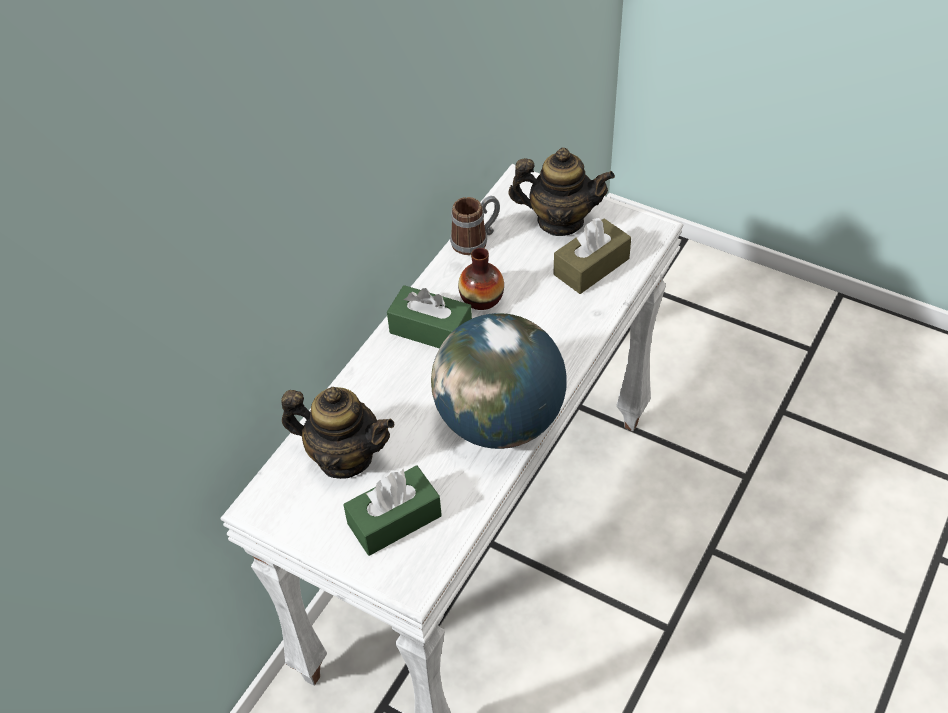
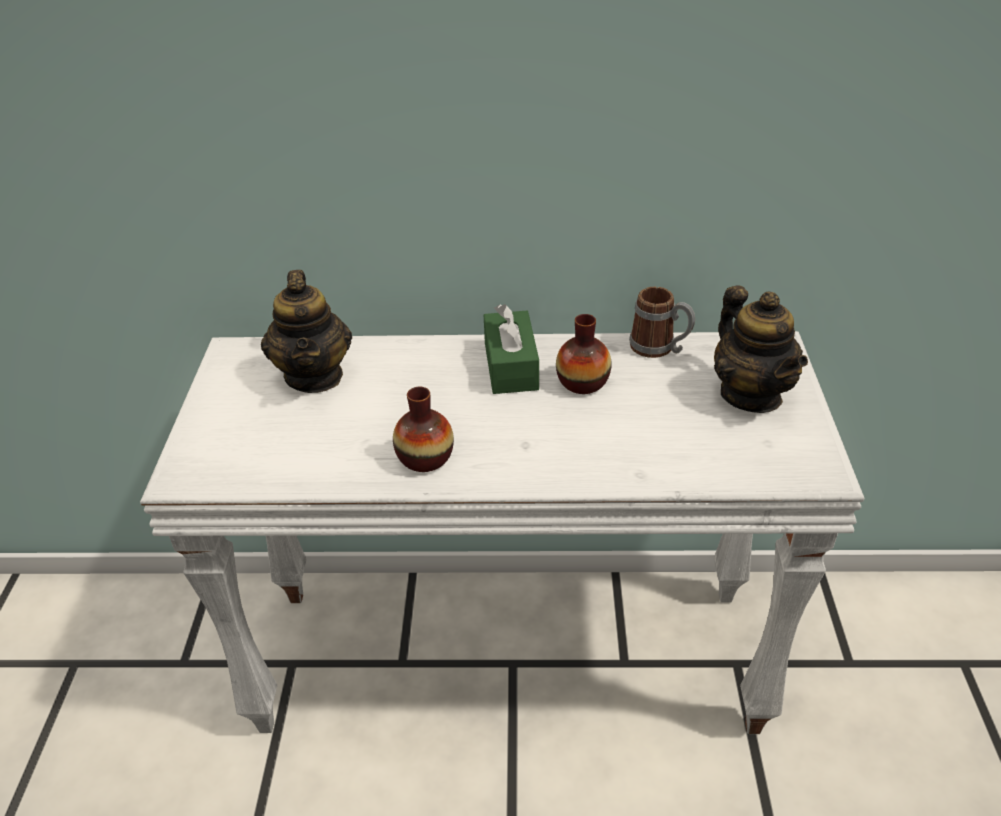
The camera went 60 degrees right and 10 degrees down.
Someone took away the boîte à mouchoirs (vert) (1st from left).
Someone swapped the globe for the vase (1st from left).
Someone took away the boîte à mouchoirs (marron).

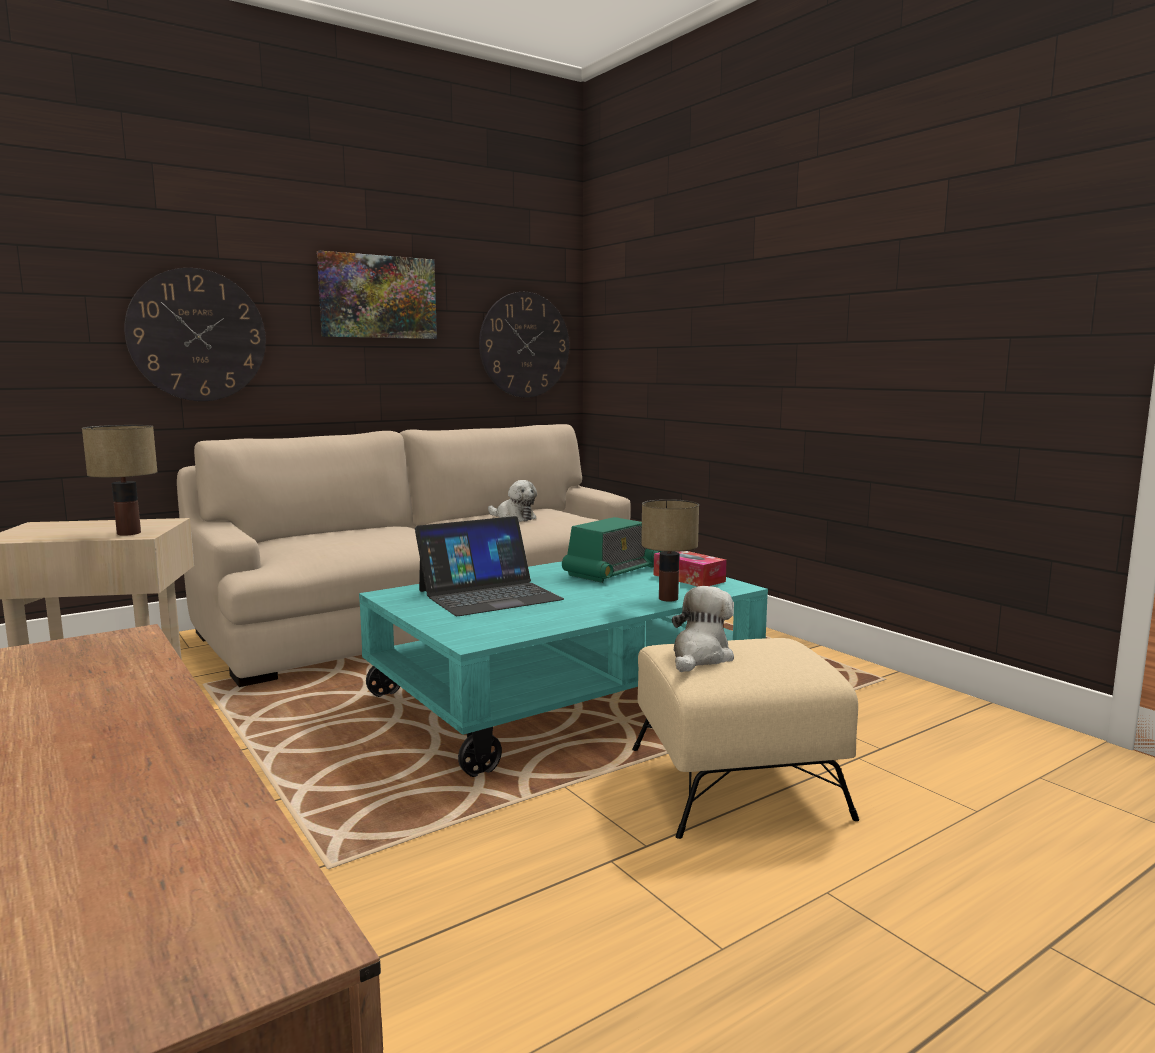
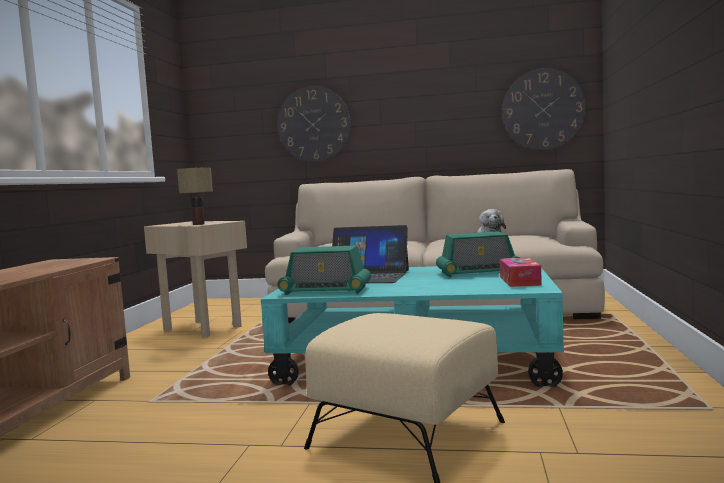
The camera went 45 degrees right and 5 degrees down.
Someone took away the tableau.
Someone took away the lampe de table (2nd from left).
Someone took away the peluche (2nd from left).
Someone put down the radio (1st from left).

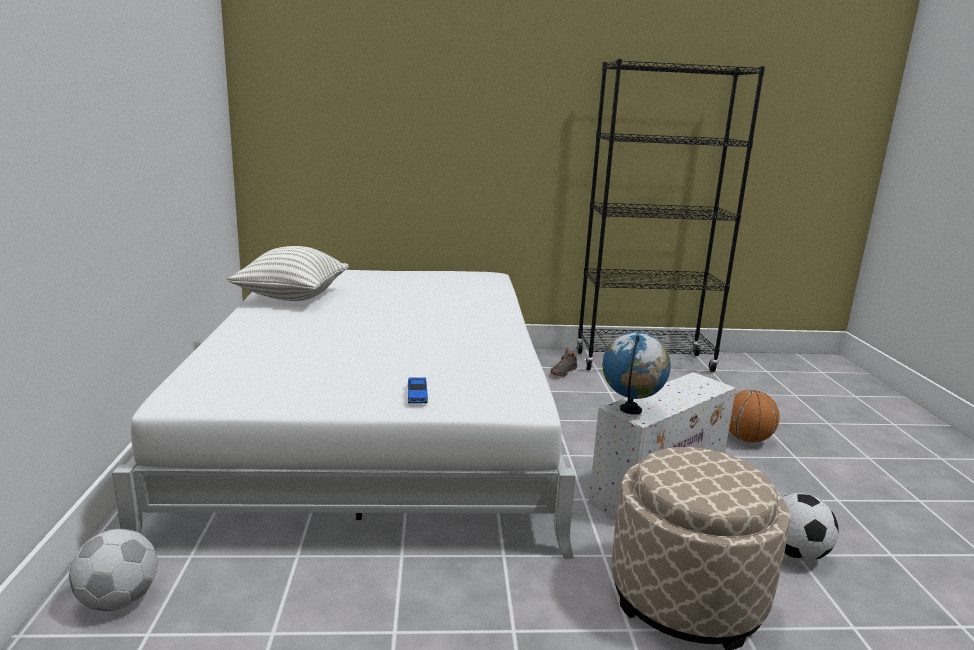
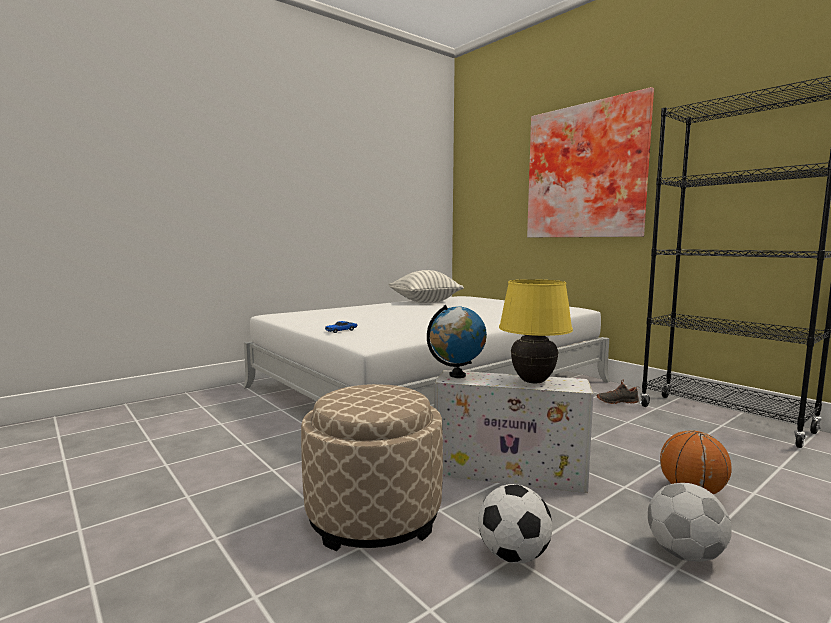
The camera went 55 degrees right and 10 degrees down.
Someone carried the ballon de foot (1st from left in the first image).
Someone put down the lampe de table (jaune).
Someone put up the tableau.

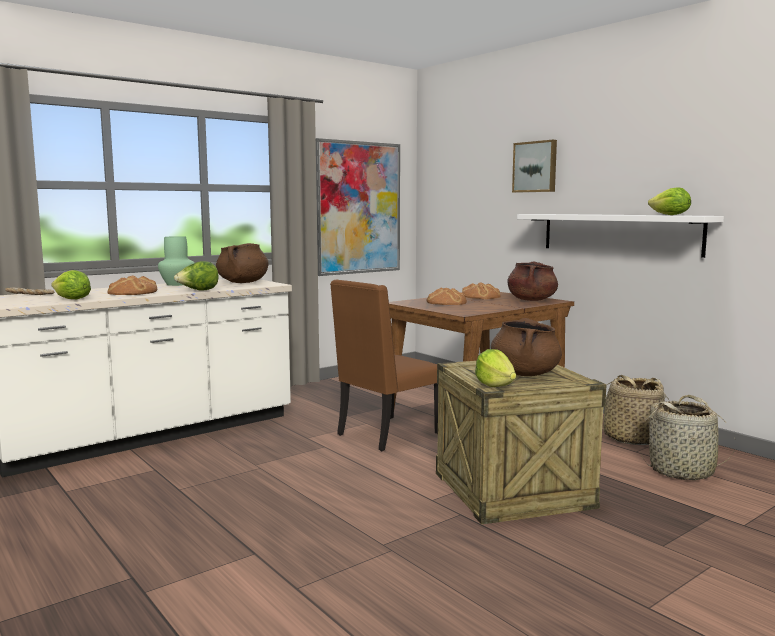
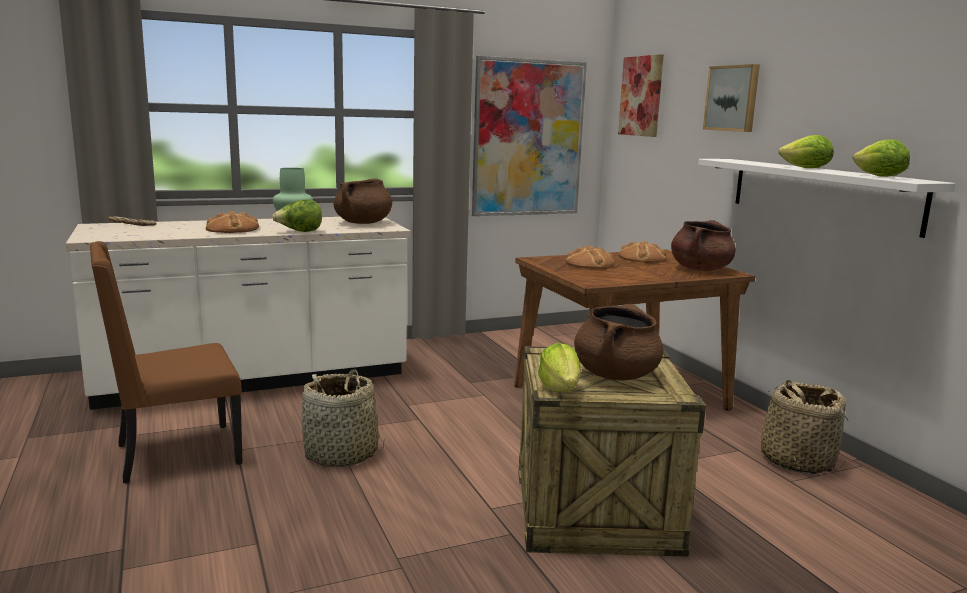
The camera went 15 degrees right and 5 degrees up.
Someone carried the laitue (1st from left in the first image).
Someone carried the chaise (marron).
Someone carried the panier (2nd from left in the first image).
Someone put up the tableau (2nd from left).

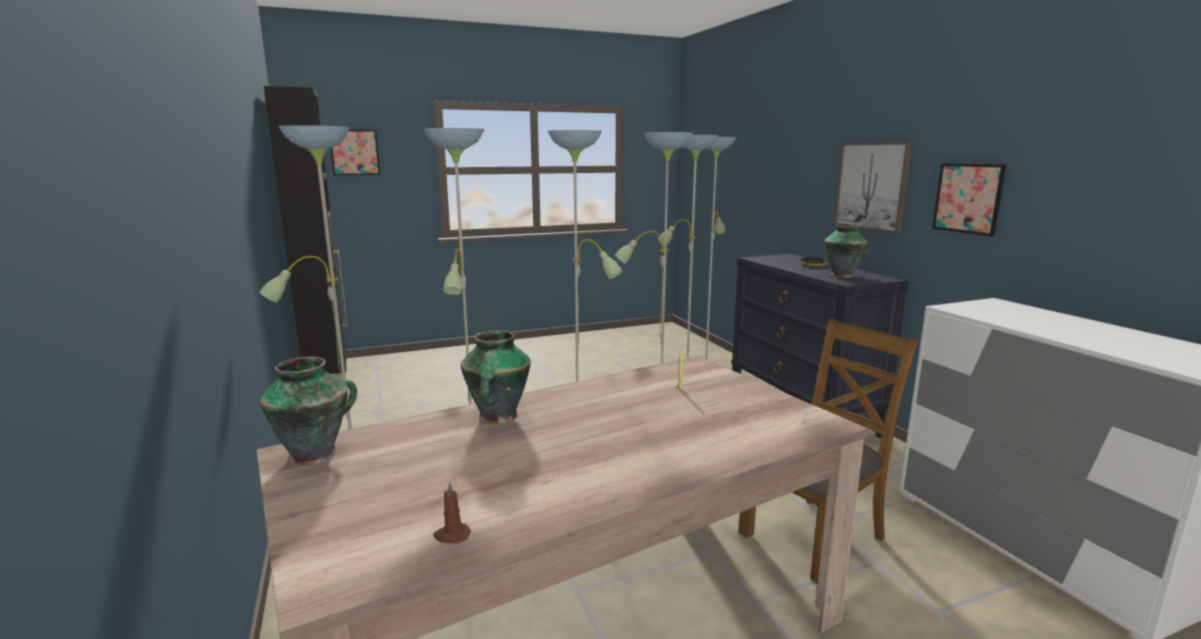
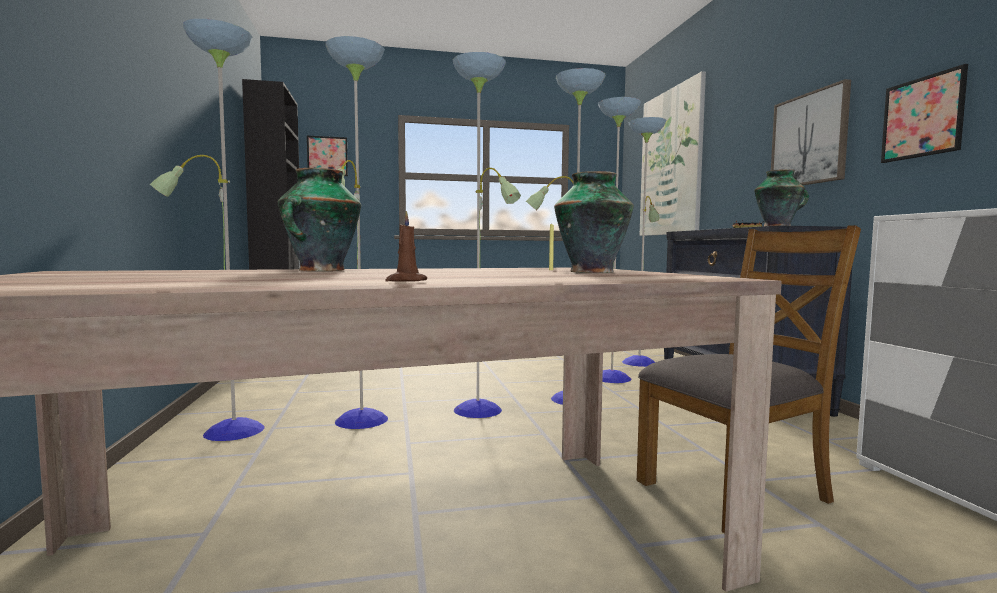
The camera went 10 degrees right and 10 degrees down.
Someone carried the vase (1st from left in the first image).
Someone carried the bougie (marron).
Someone put up the tableau (2nd from left).

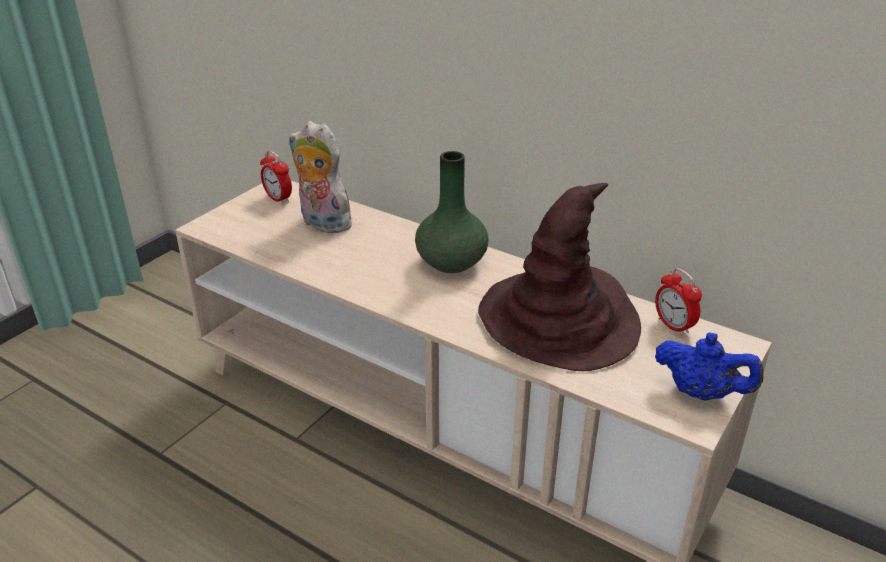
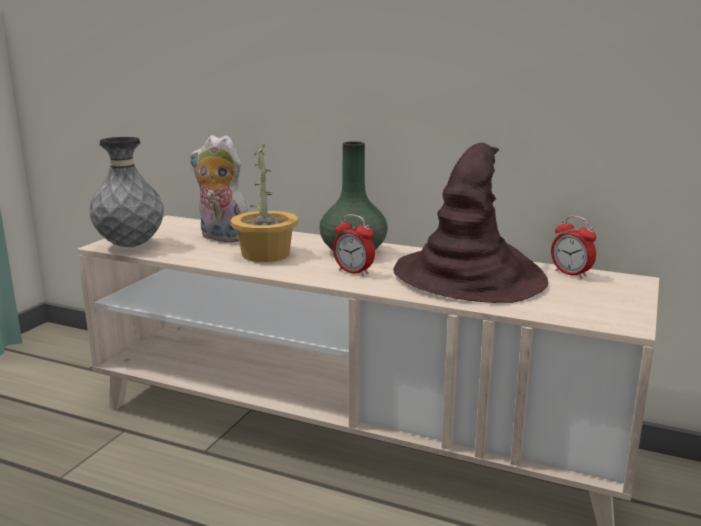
The camera went 10 degrees left and 15 degrees down.
Someone carried the réveil (1st from left).
Someone took away the théière (bleu).
Someone put down the vase (gris).
Someone put down the plante en pot.

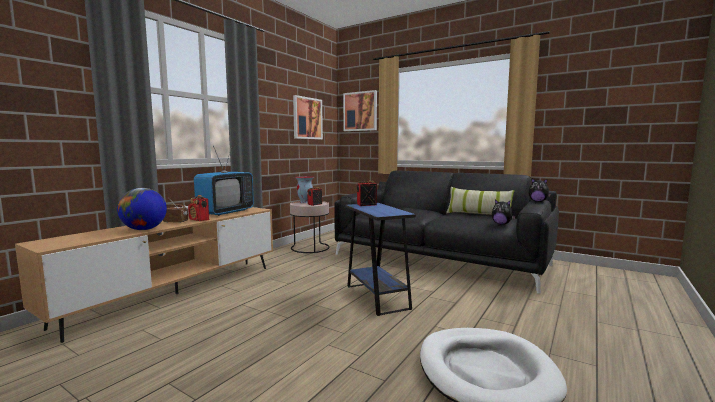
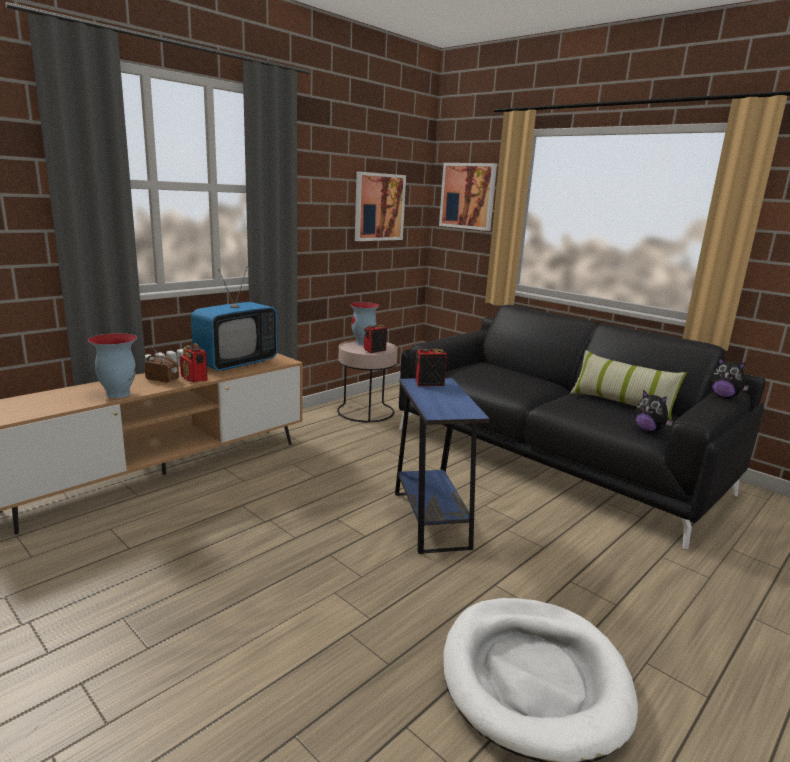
The camera went 10 degrees right and 10 degrees up.
Someone swapped the globe for the vase (1st from left).

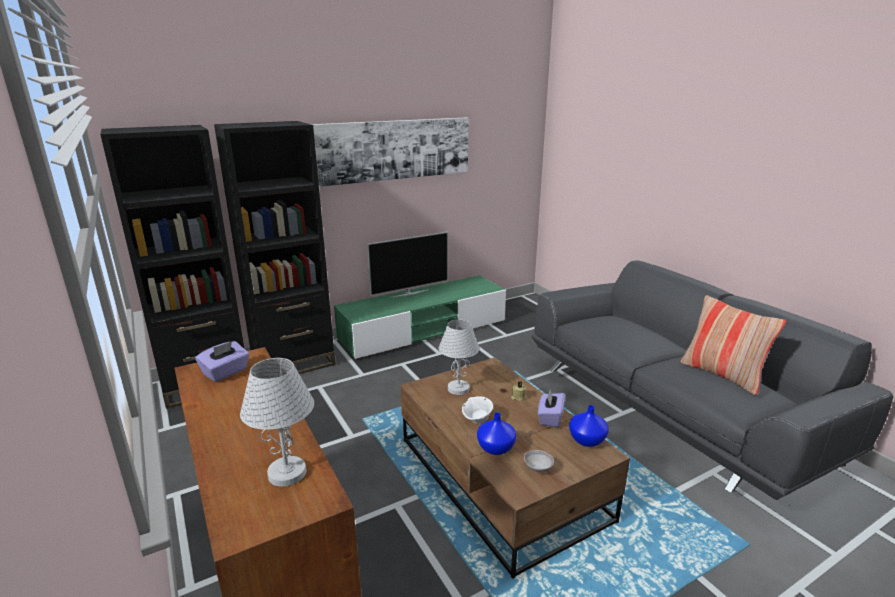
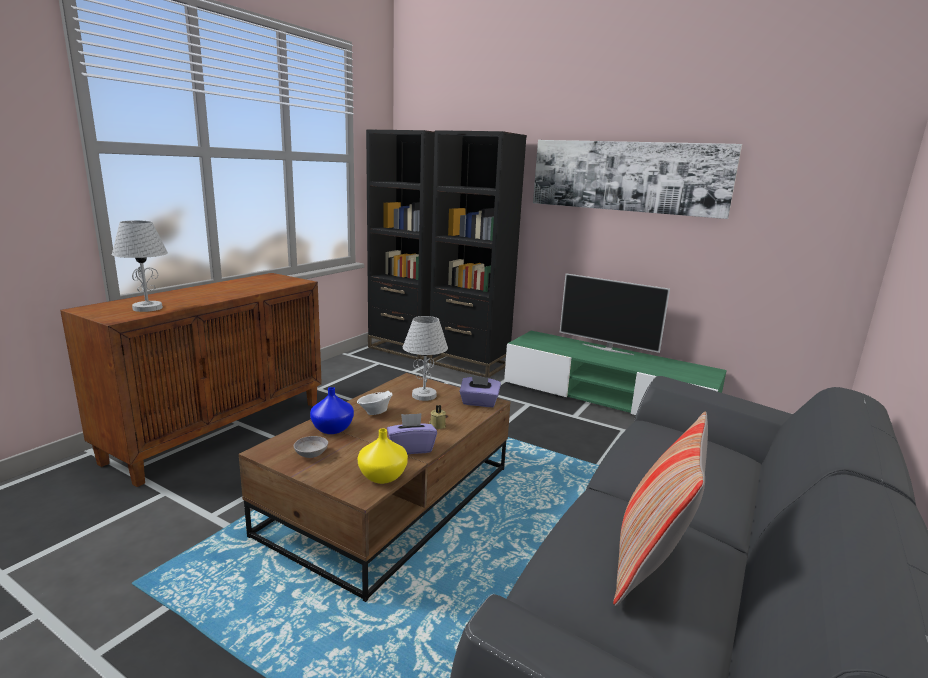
The camera went 60 degrees right and 5 degrees down.
Someone carried the boîte à mouchoirs (violet) (1st from left in the first image).
Someone repainted the vase (bleu) (2nd from left), which became the vase (jaune).

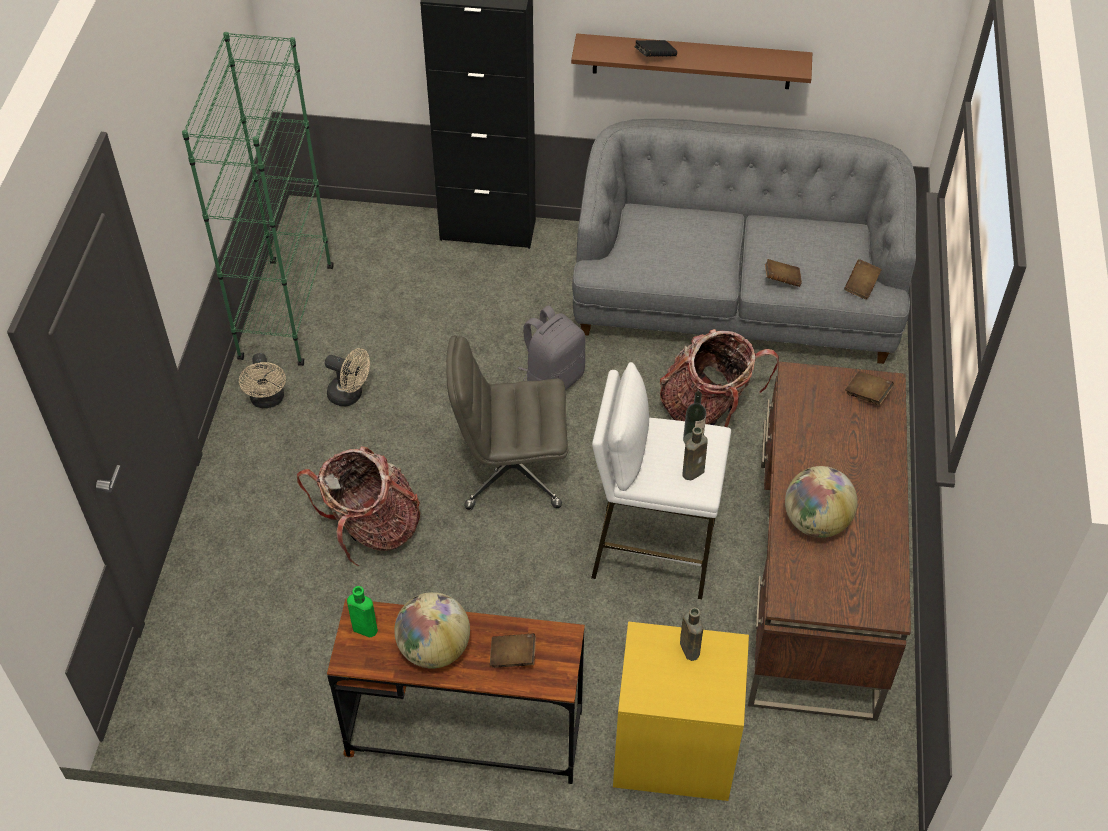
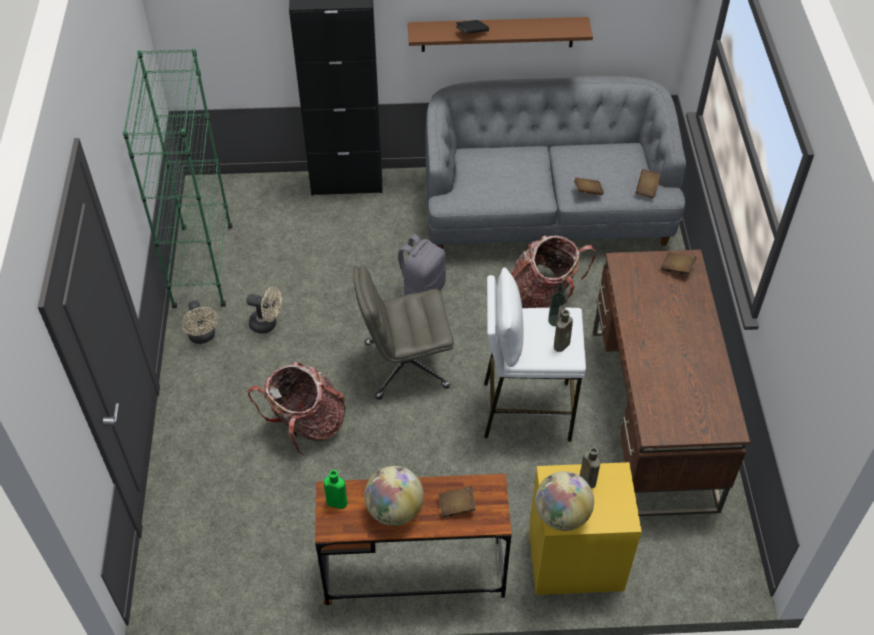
The camera went 10 degrees left and 0 degrees up.
Someone carried the globe (2nd from left).

